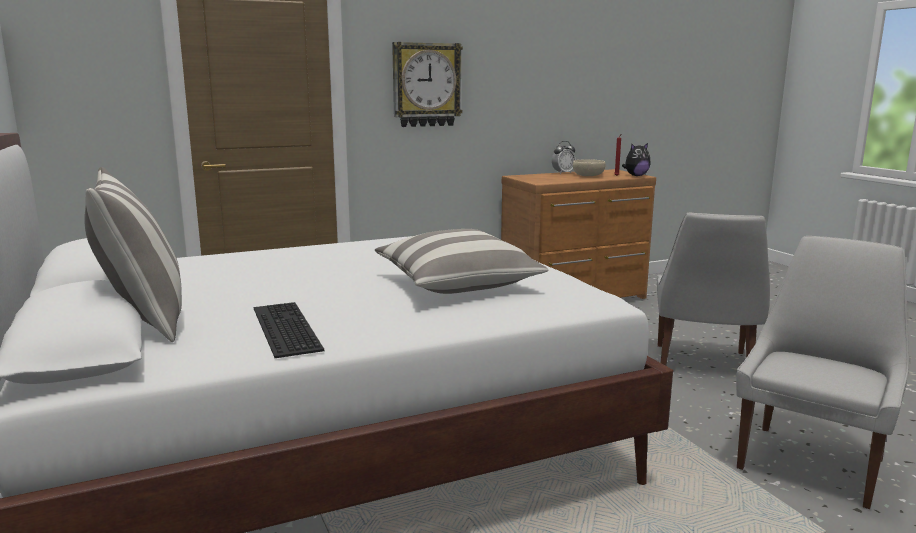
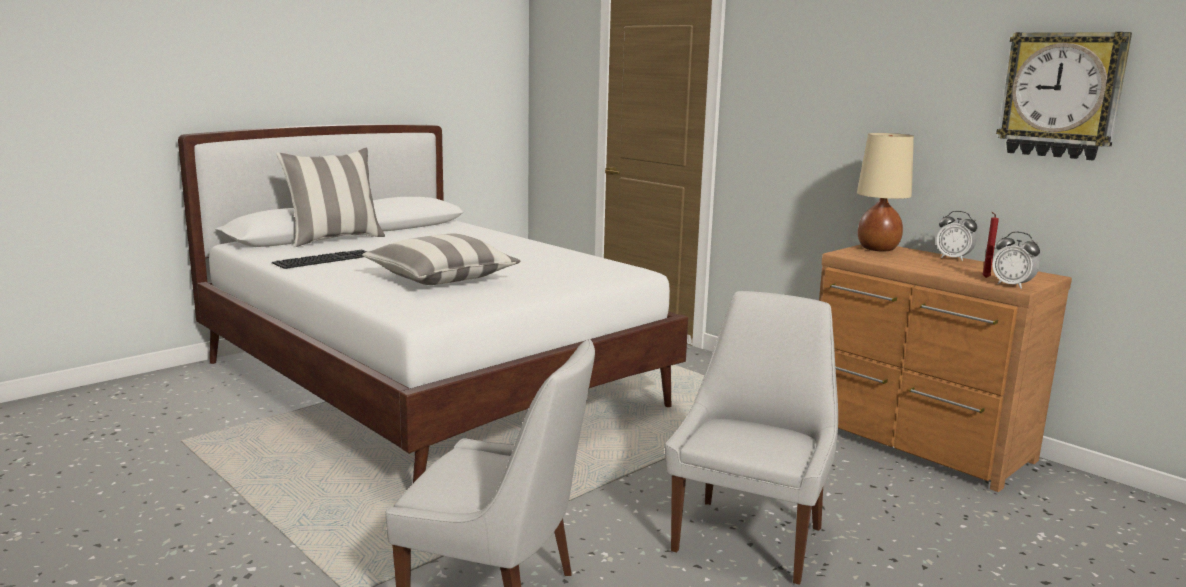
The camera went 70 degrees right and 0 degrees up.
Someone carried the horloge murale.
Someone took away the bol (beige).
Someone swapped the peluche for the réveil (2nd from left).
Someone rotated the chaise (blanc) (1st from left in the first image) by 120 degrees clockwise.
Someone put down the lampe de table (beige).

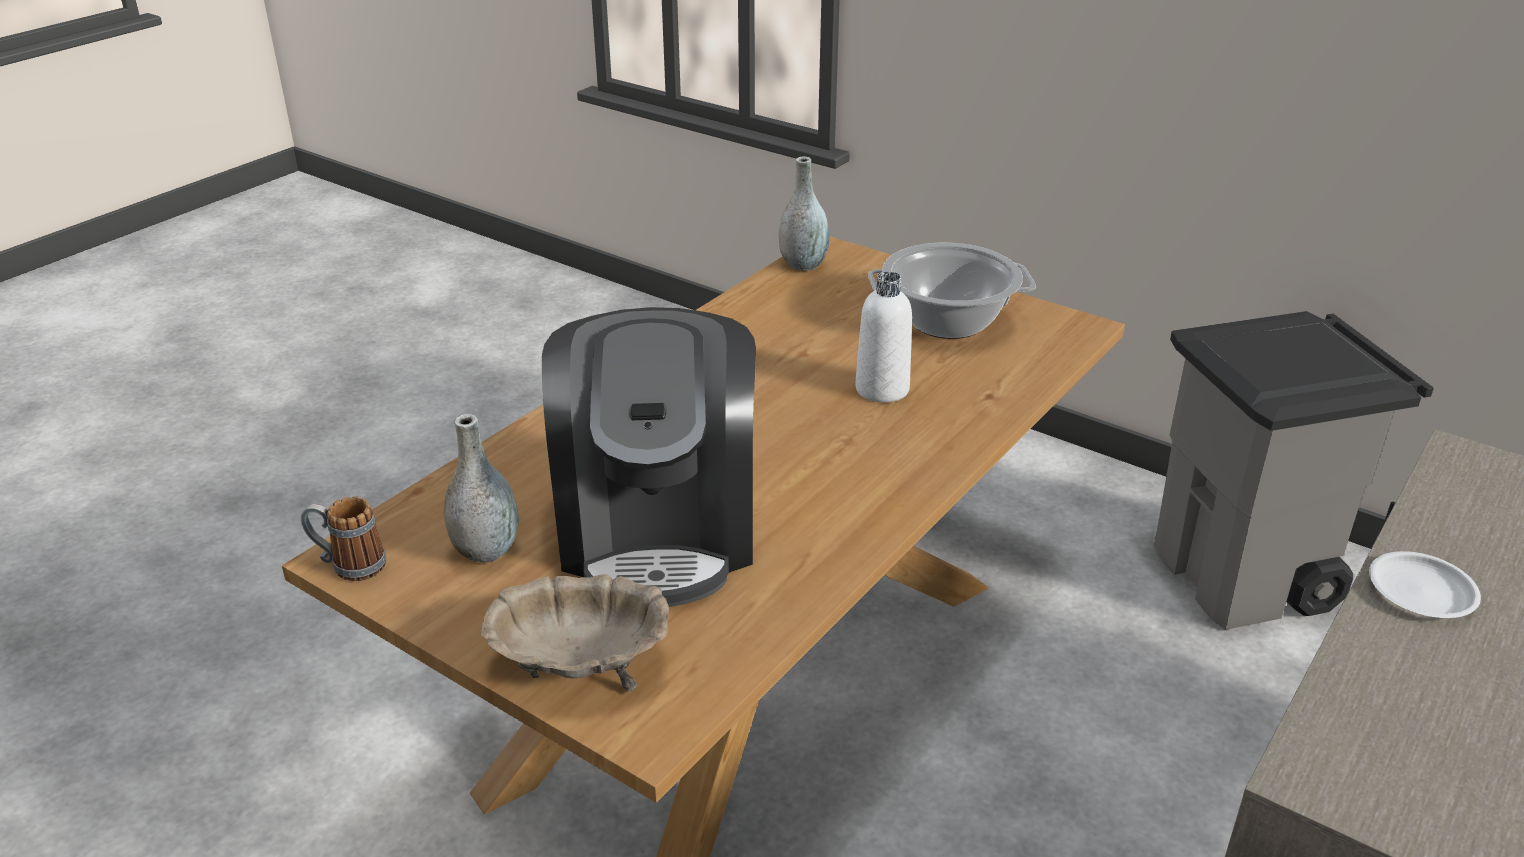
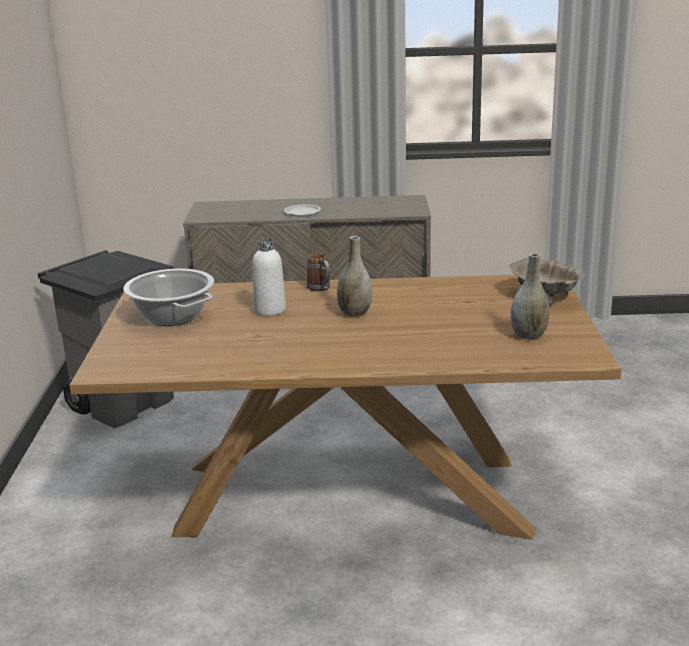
The camera went 125 degrees left and 10 degrees down.
Someone carried the mug.
Someone took away the machine à café.
Someone carried the vase (gris) (2nd from left in the first image).

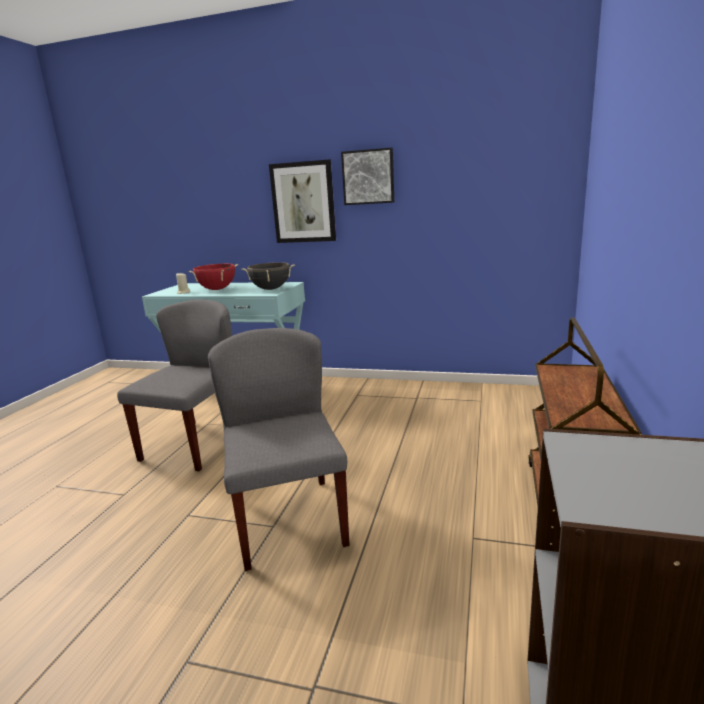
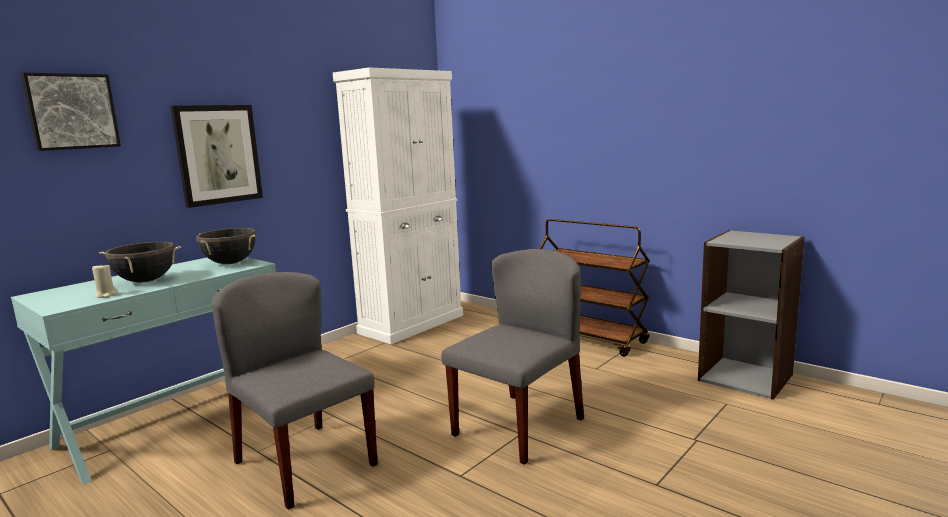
The camera went 65 degrees left and 5 degrees down.
Someone repainted the marmite (rouge), which became the marmite (noir) (1st from left).
Someone rotated the chaise (gris) (2nd from left) by 120 degrees clockwise.
Someone carried the tableau (2nd from left in the first image).
Someone put down the meuble de rangement (blanc).

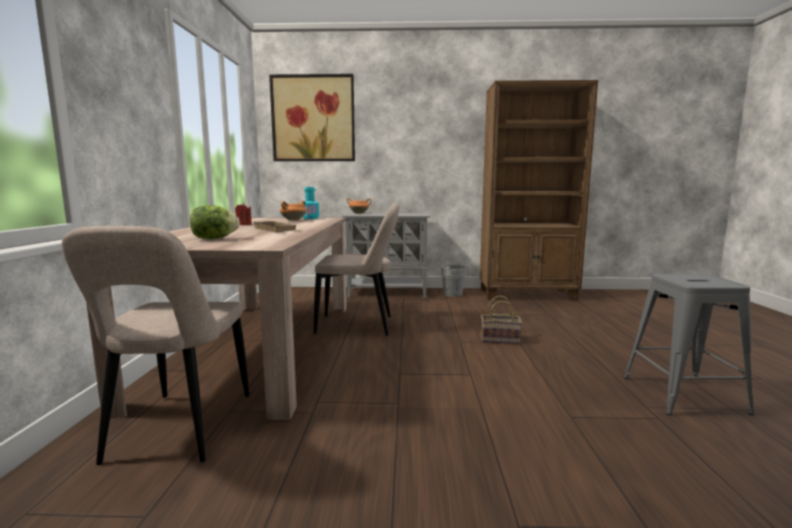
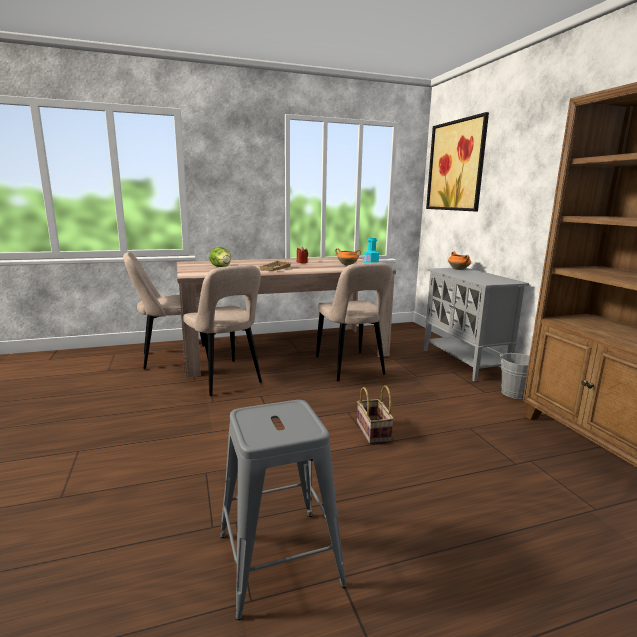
The camera went 70 degrees right and 5 degrees up.
Someone put down the chaise (beige) (2nd from left).

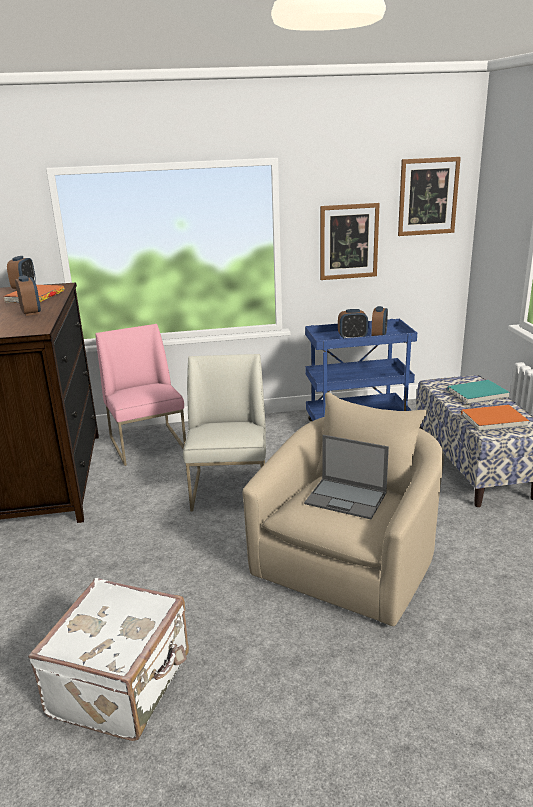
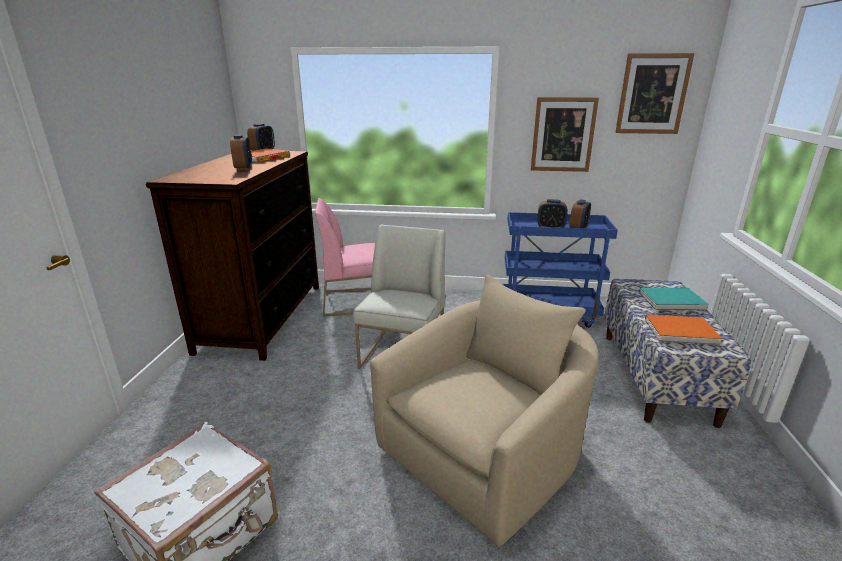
The camera went 15 degrees right and 0 degrees up.
Someone rotated the chaise (rose) by 90 degrees counterclockwise.
Someone took away the ordinateur portable.

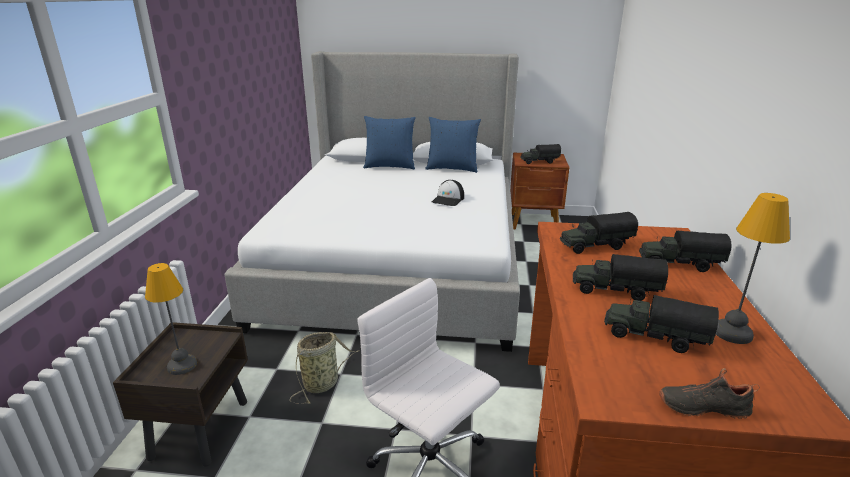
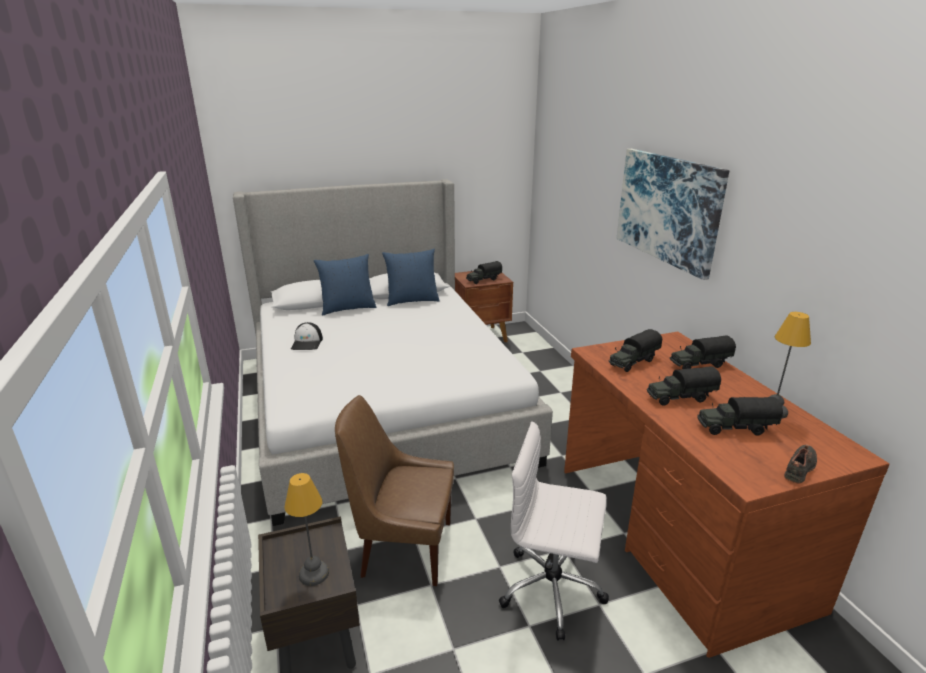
The camera went 25 degrees left and 0 degrees up.
Someone swapped the panier for the chaise (marron).
Someone carried the casquette.
Someone rotated the chaussure (noir) by 150 degrees clockwise.
Someone put up the tableau.

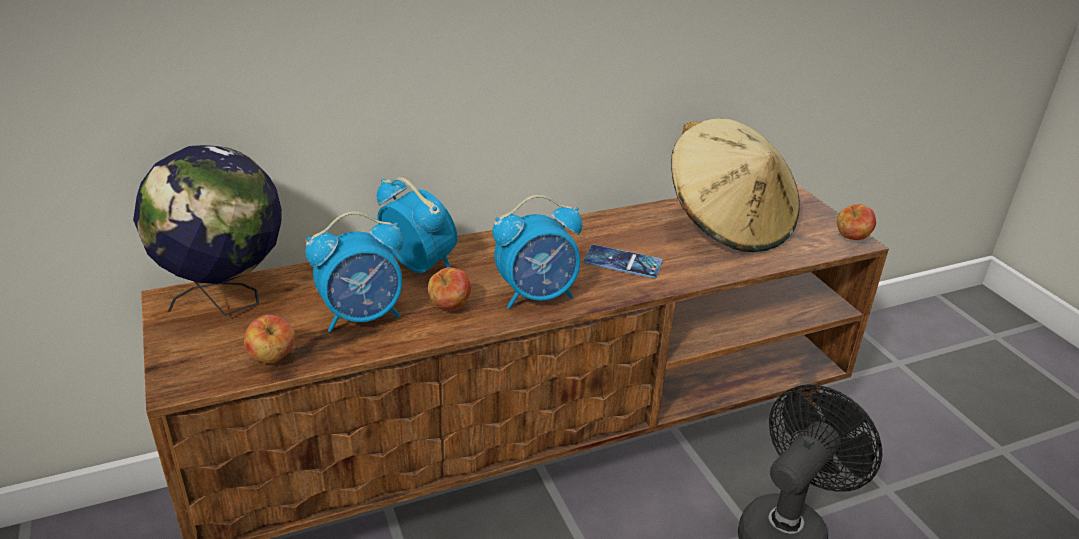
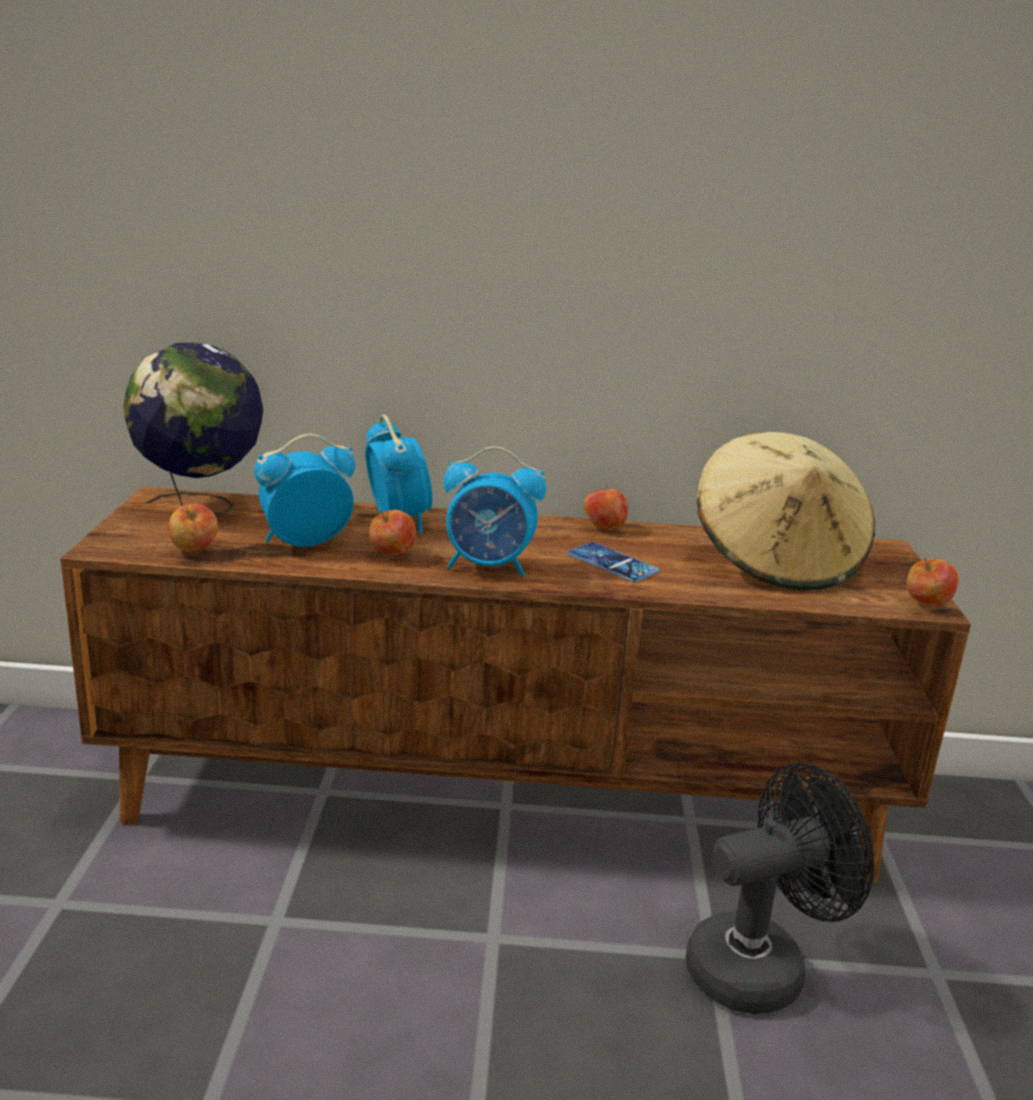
The camera went 25 degrees right and 10 degrees down.
Someone rotated the réveil (1st from left) by 150 degrees clockwise.
Someone put down the pomme (3rd from left).

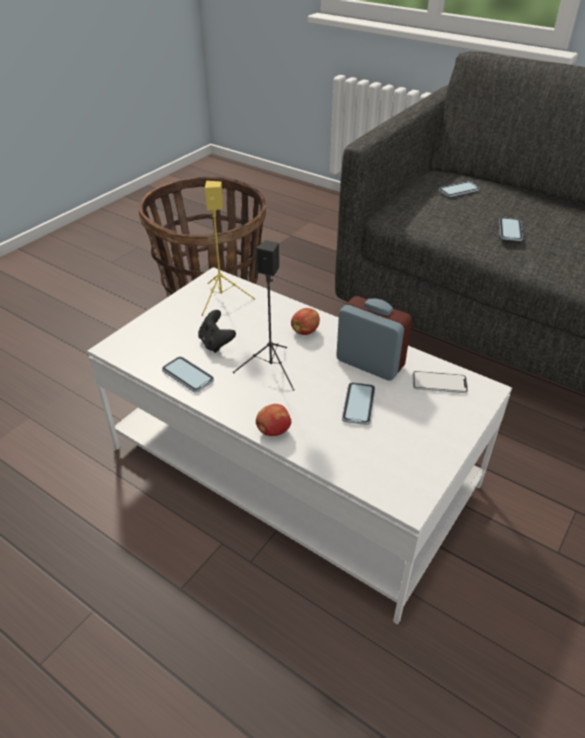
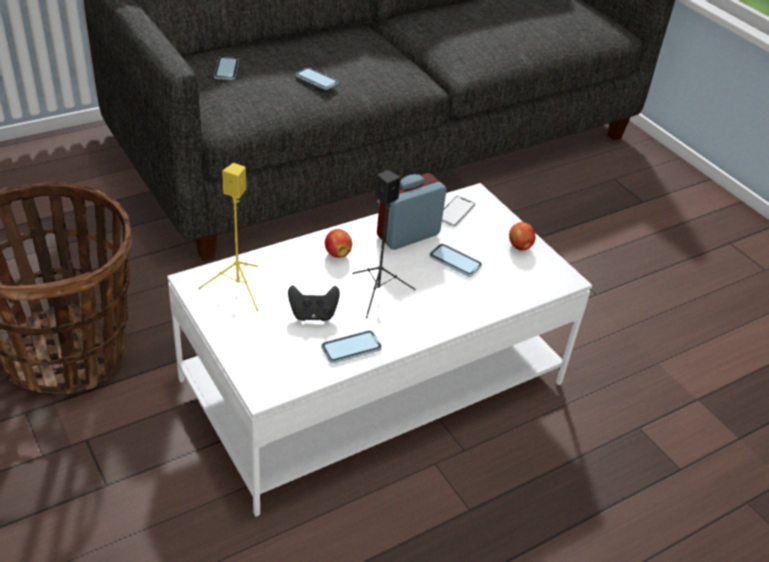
The camera went 70 degrees left and 0 degrees up.
Someone carried the pomme (1st from left in the first image).

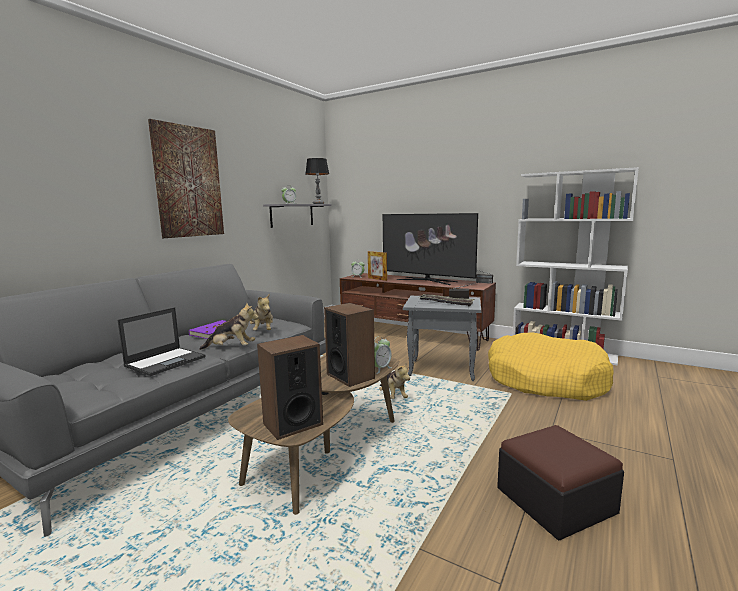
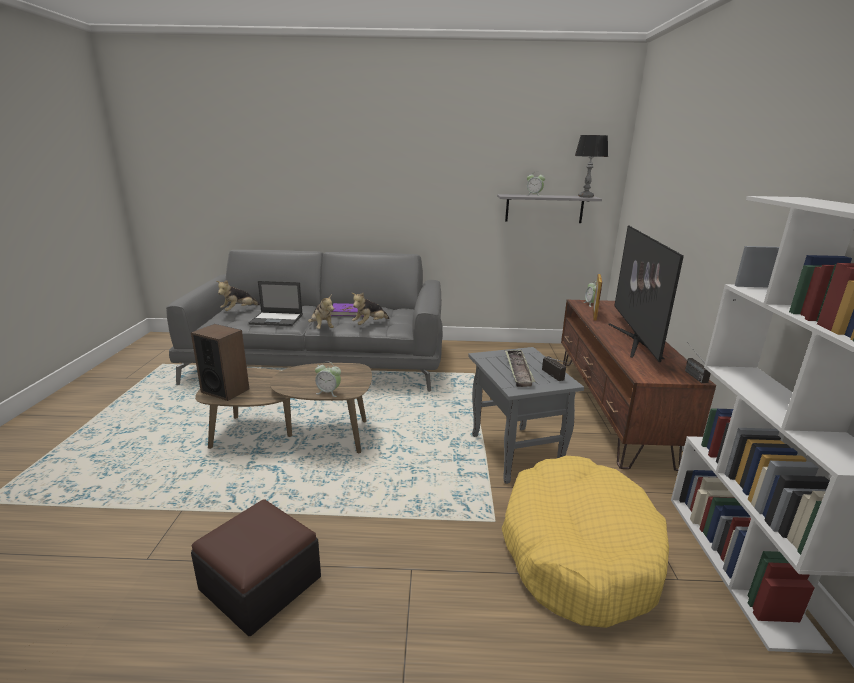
The camera went 60 degrees right and 10 degrees up.
Someone took away the tableau.
Someone took away the enceinte (2nd from left).
Someone carried the peluche (3rd from left in the first image).

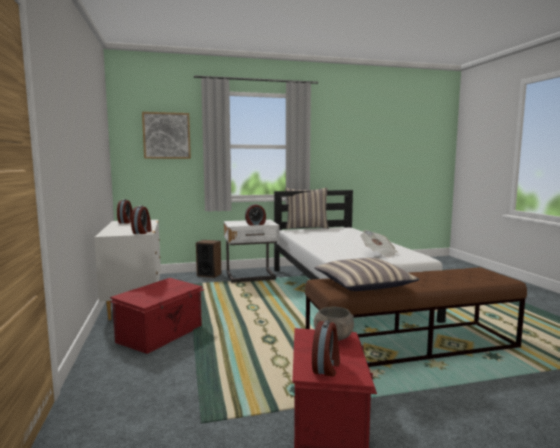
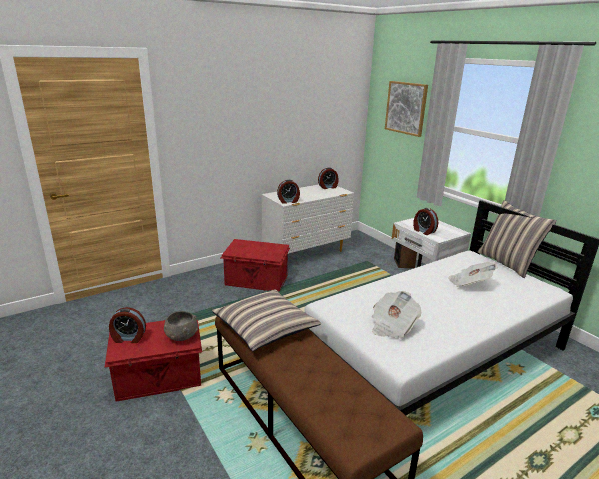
The camera went 70 degrees right and 15 degrees up.
Someone put down the journal (2nd from left).

